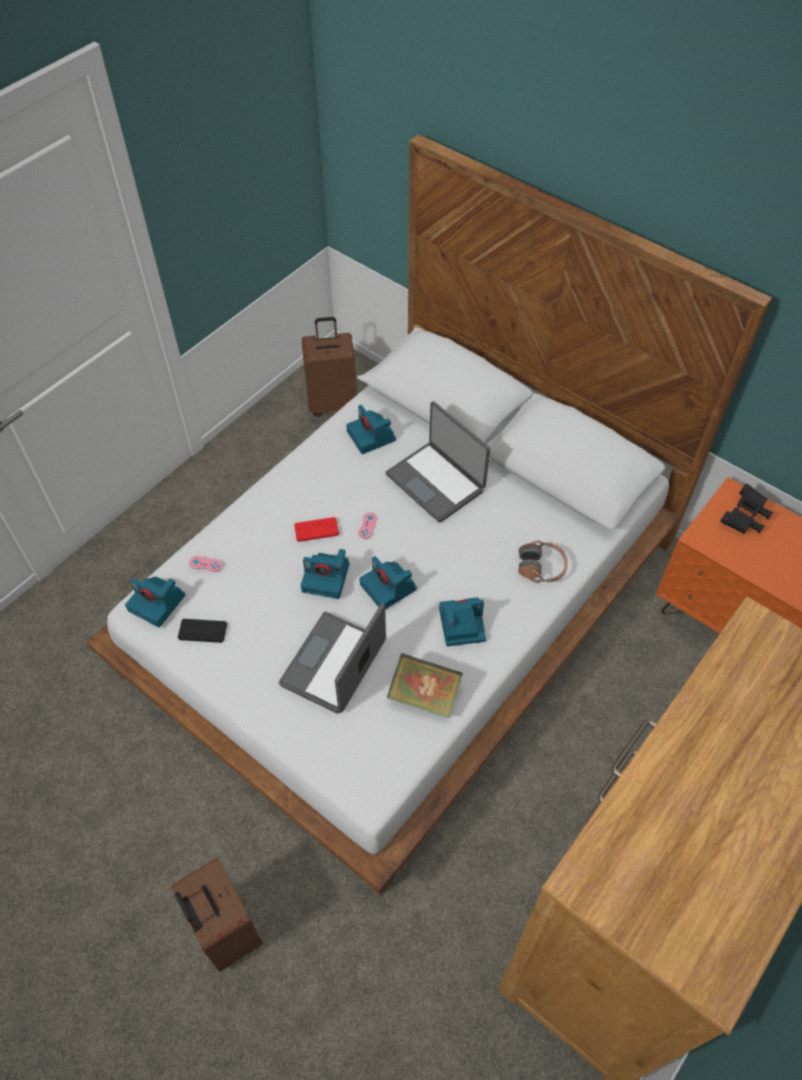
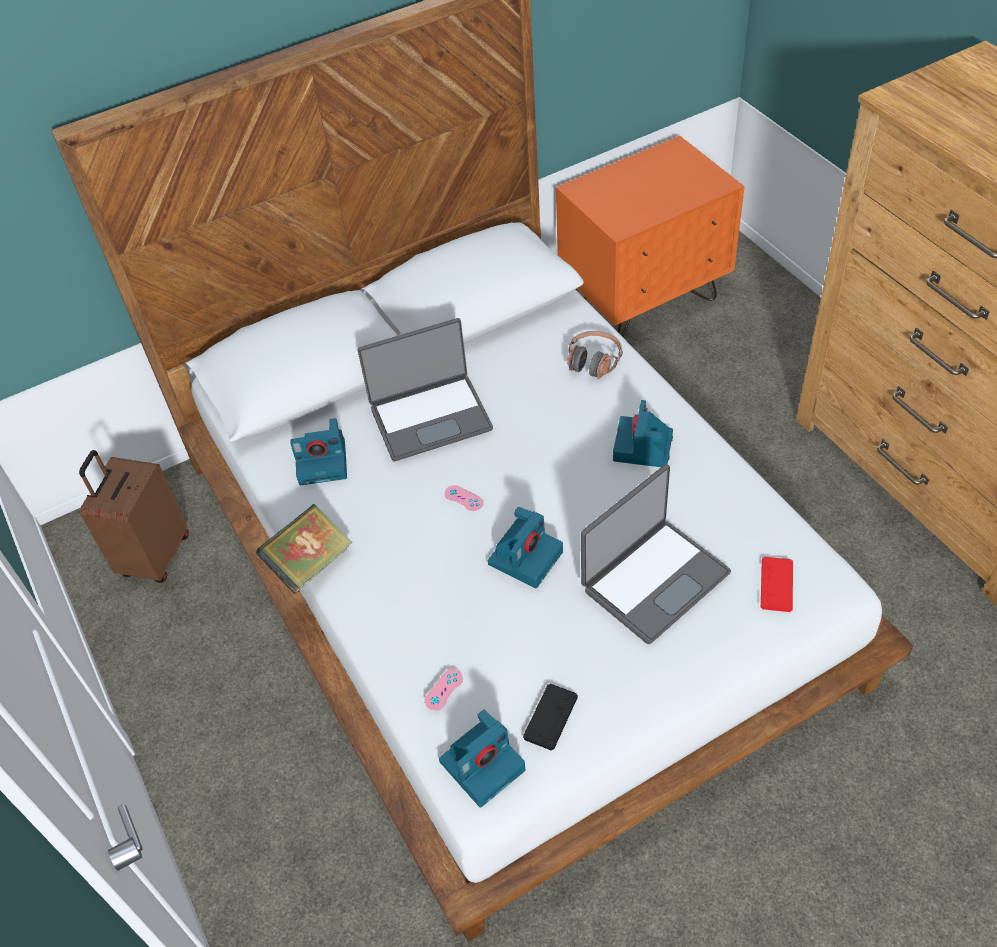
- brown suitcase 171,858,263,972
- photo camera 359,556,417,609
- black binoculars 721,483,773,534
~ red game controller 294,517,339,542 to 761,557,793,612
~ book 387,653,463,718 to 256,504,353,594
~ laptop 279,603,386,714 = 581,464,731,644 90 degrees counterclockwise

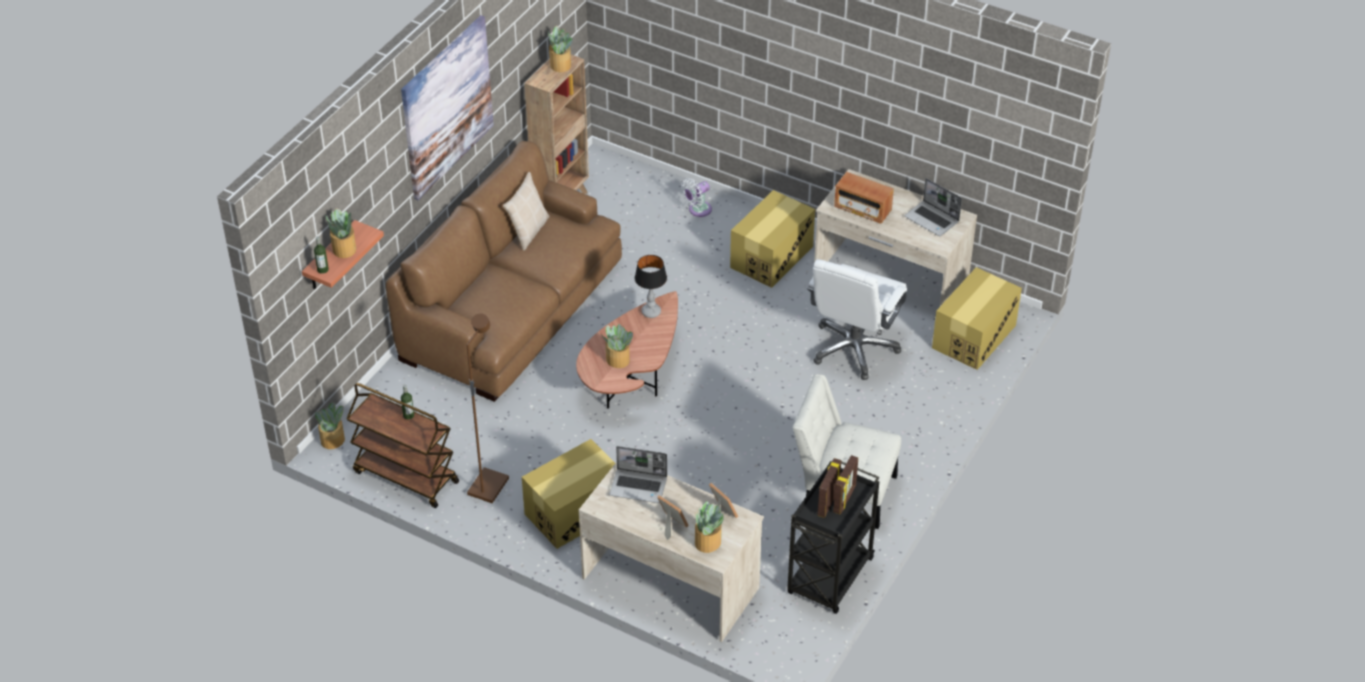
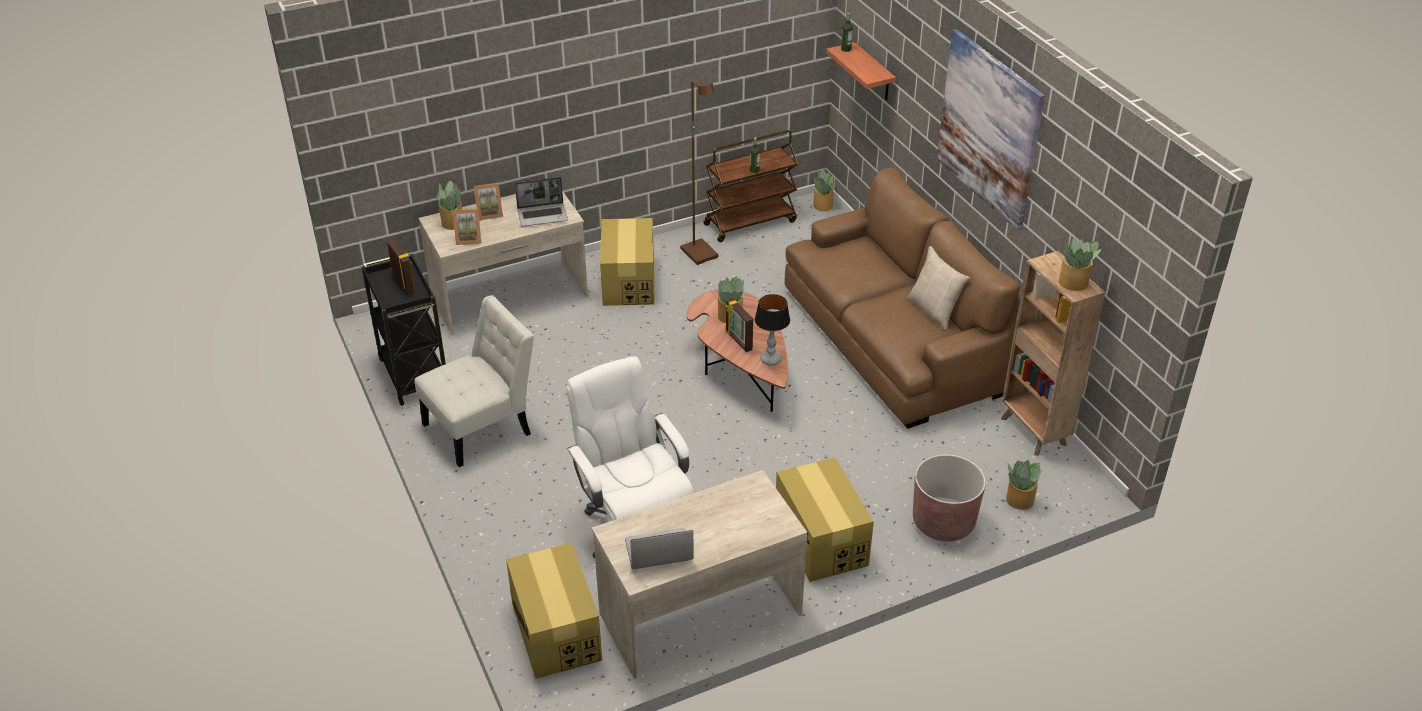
- radio 834,172,894,224
~ potted plant 325,208,356,258 to 1006,460,1042,510
~ picture frame 833,455,858,514 to 725,298,753,352
~ white fan 681,178,712,217 to brown planter 913,454,986,541
~ laptop 609,446,667,503 = 515,177,568,227 150 degrees counterclockwise

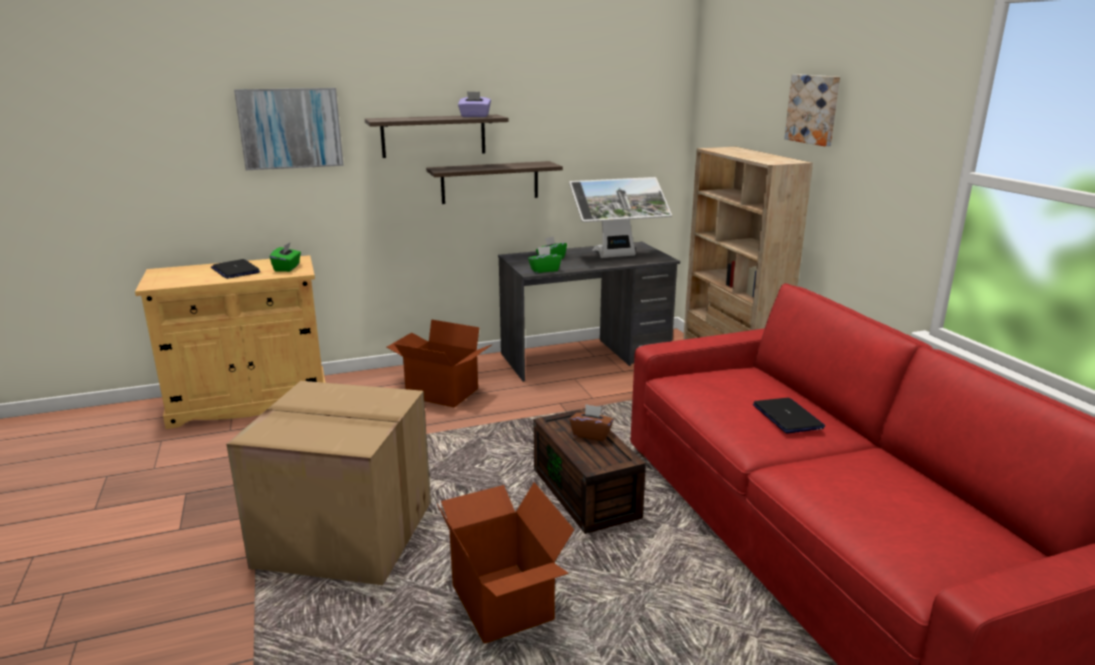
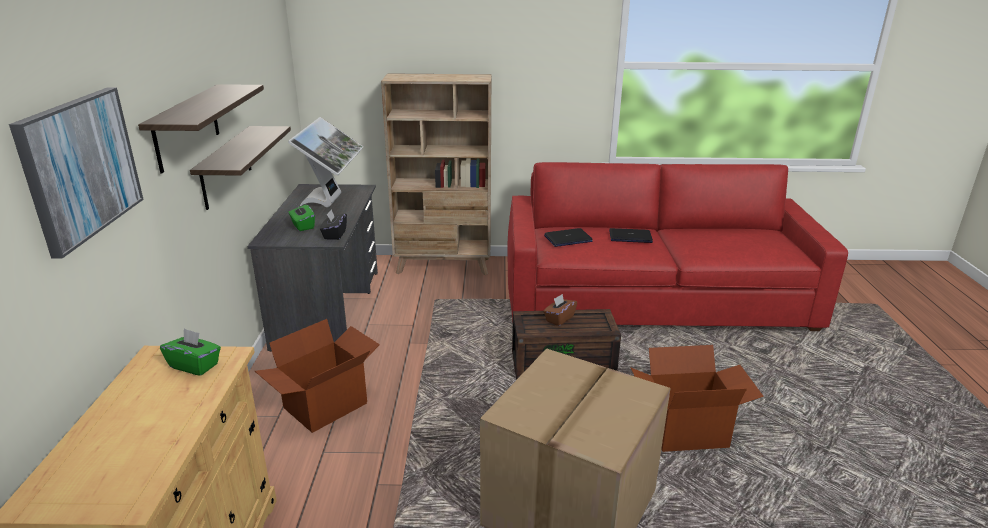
- purple tissue box 458,91,491,117
- picture 784,74,840,146
~ laptop 211,259,260,279 to 544,228,593,247
~ green tissue box 528,246,562,273 to black tissue box 320,209,347,240

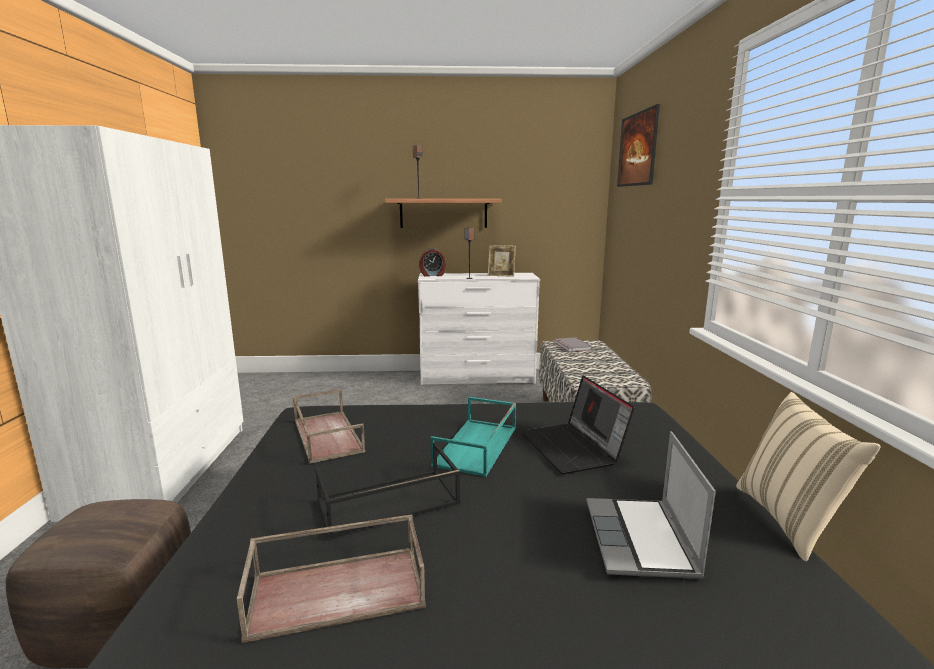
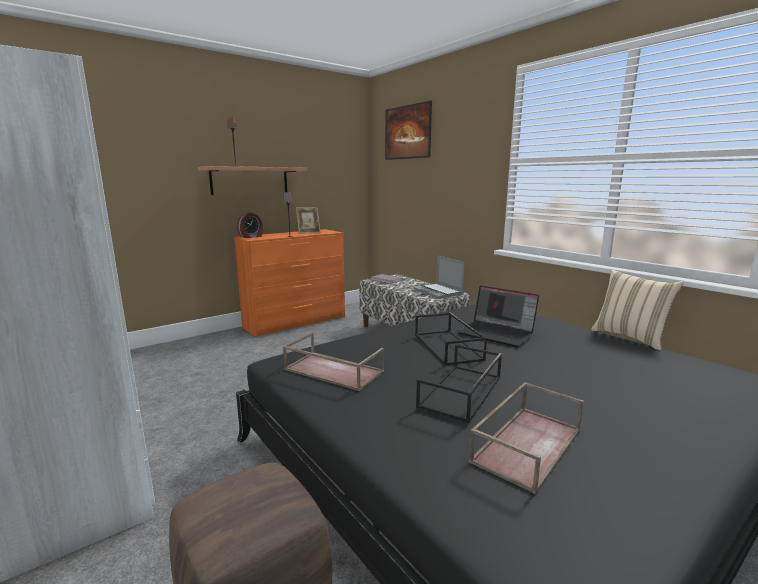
~ laptop 587,431,716,579 to 414,256,465,299
~ white dresser 418,273,540,386 to orange dresser 234,229,345,338
~ turquoise tray 431,397,516,477 to black tray 415,312,487,366

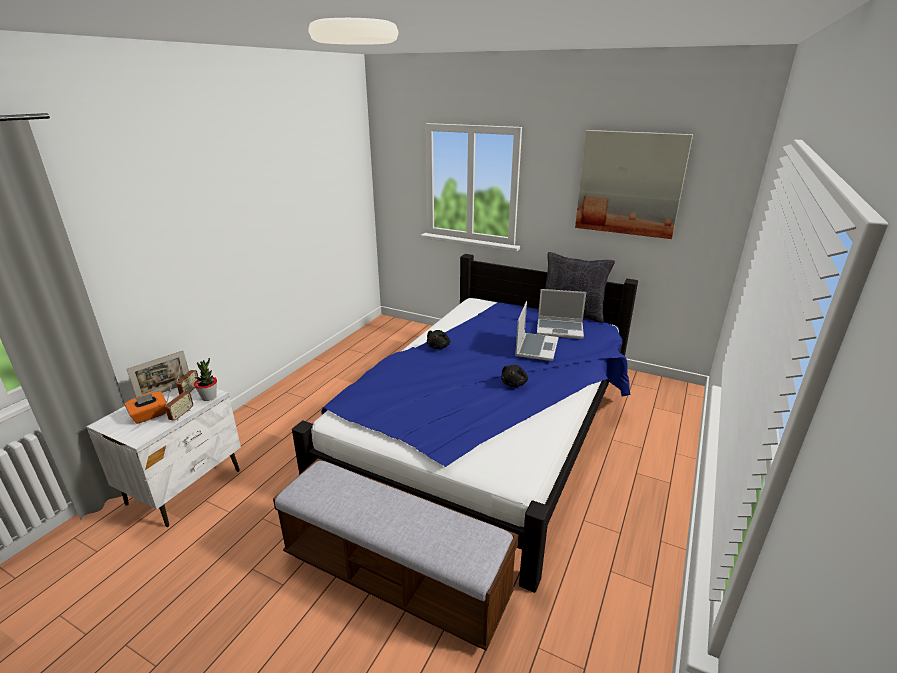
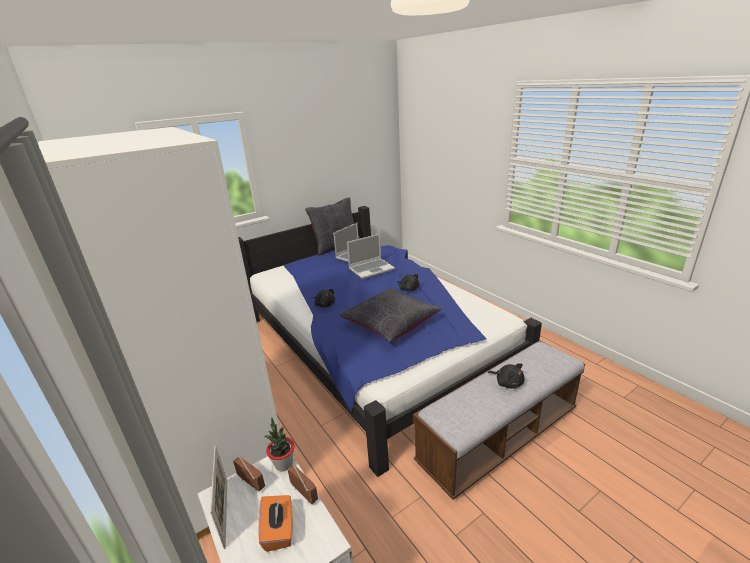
- picture 575,130,693,239
+ white wardrobe 38,127,280,540
+ black pillow 340,288,441,342
+ black plush toy 488,363,525,389
~ laptop 515,301,559,361 = 347,234,395,279 105 degrees clockwise

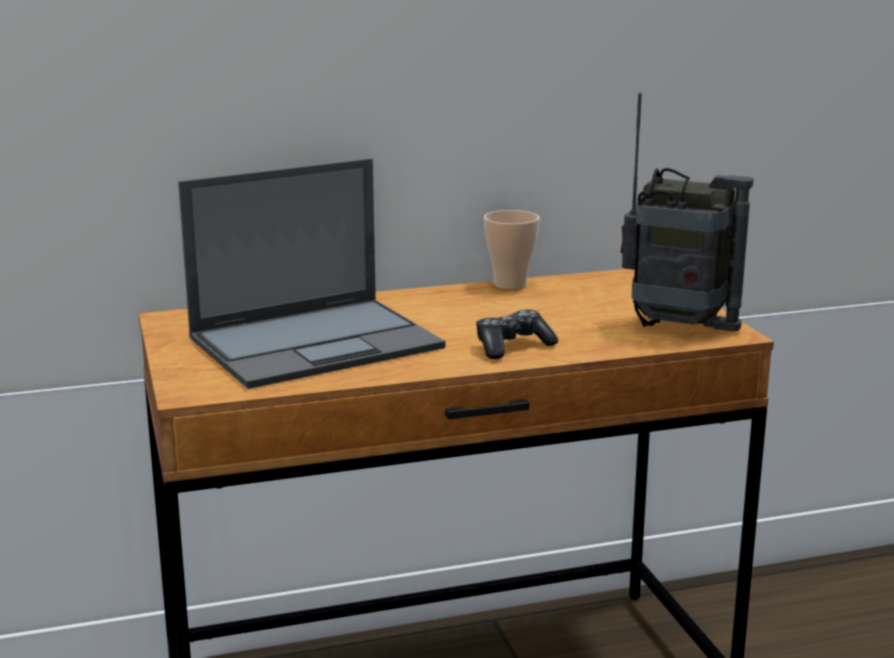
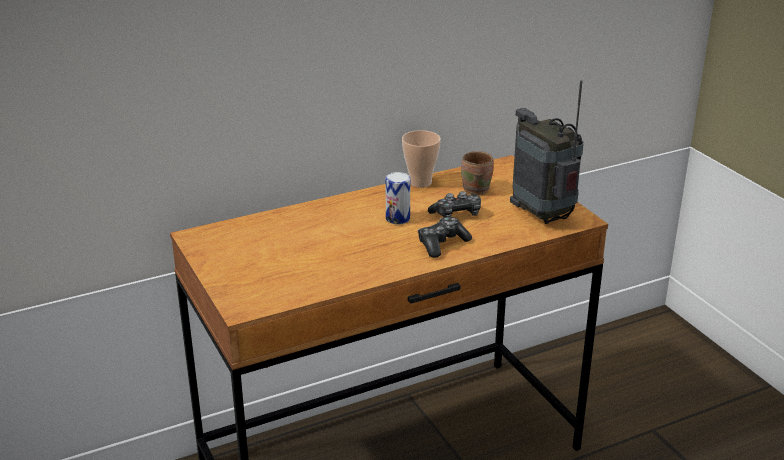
- laptop 178,158,446,389
+ can 386,172,410,224
+ game controller 428,191,481,218
+ brown mug 461,151,494,195
~ radio 621,93,753,332 = 510,80,584,224 135 degrees counterclockwise

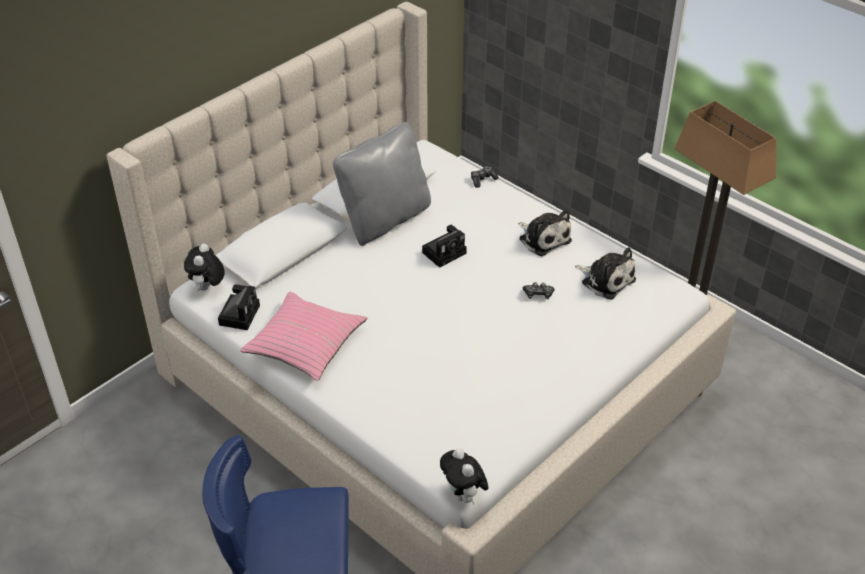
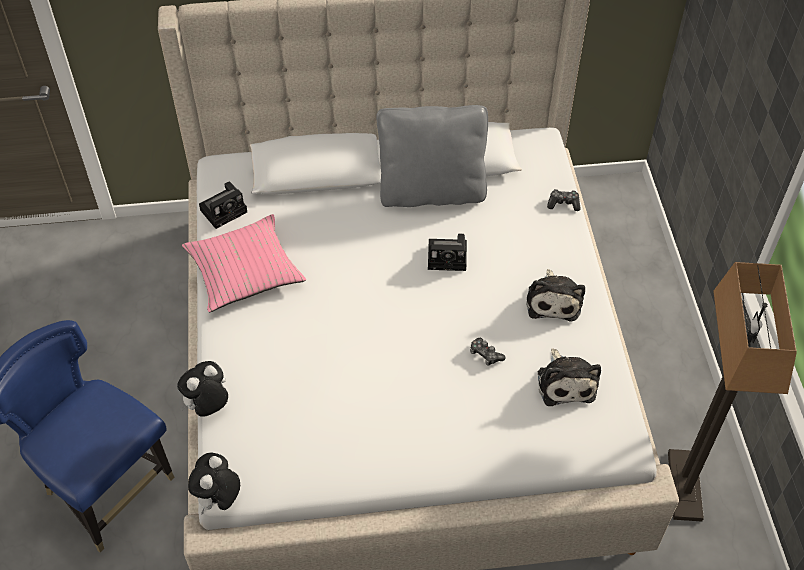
~ plush toy 184,243,225,291 to 177,361,228,417

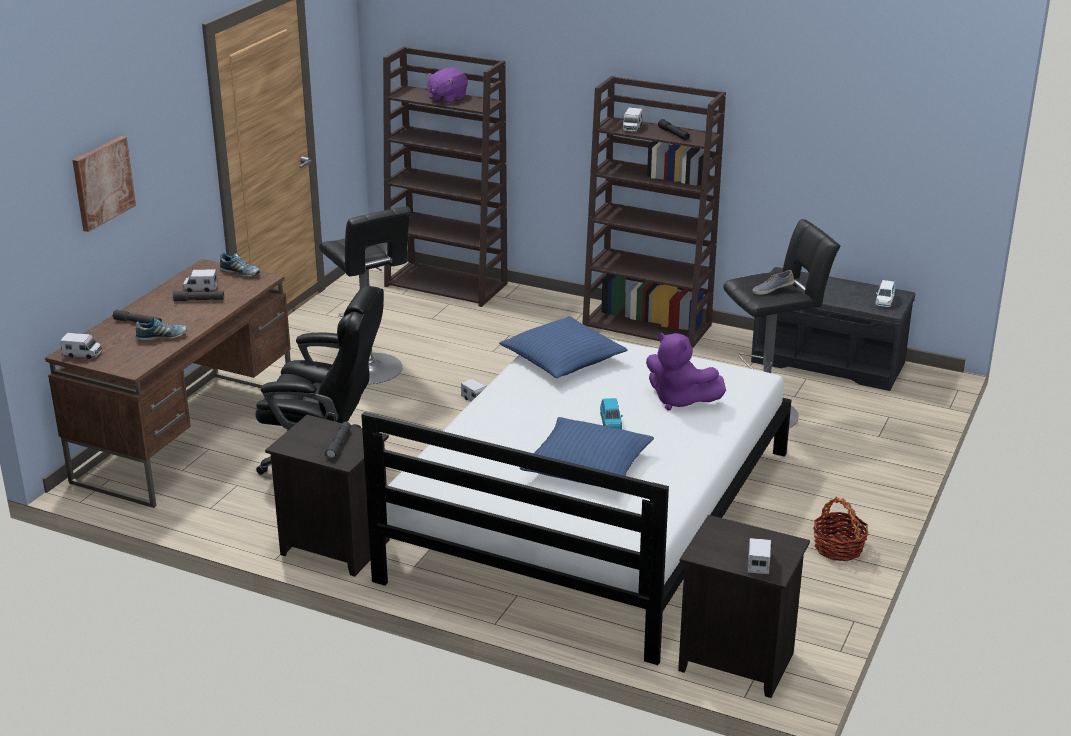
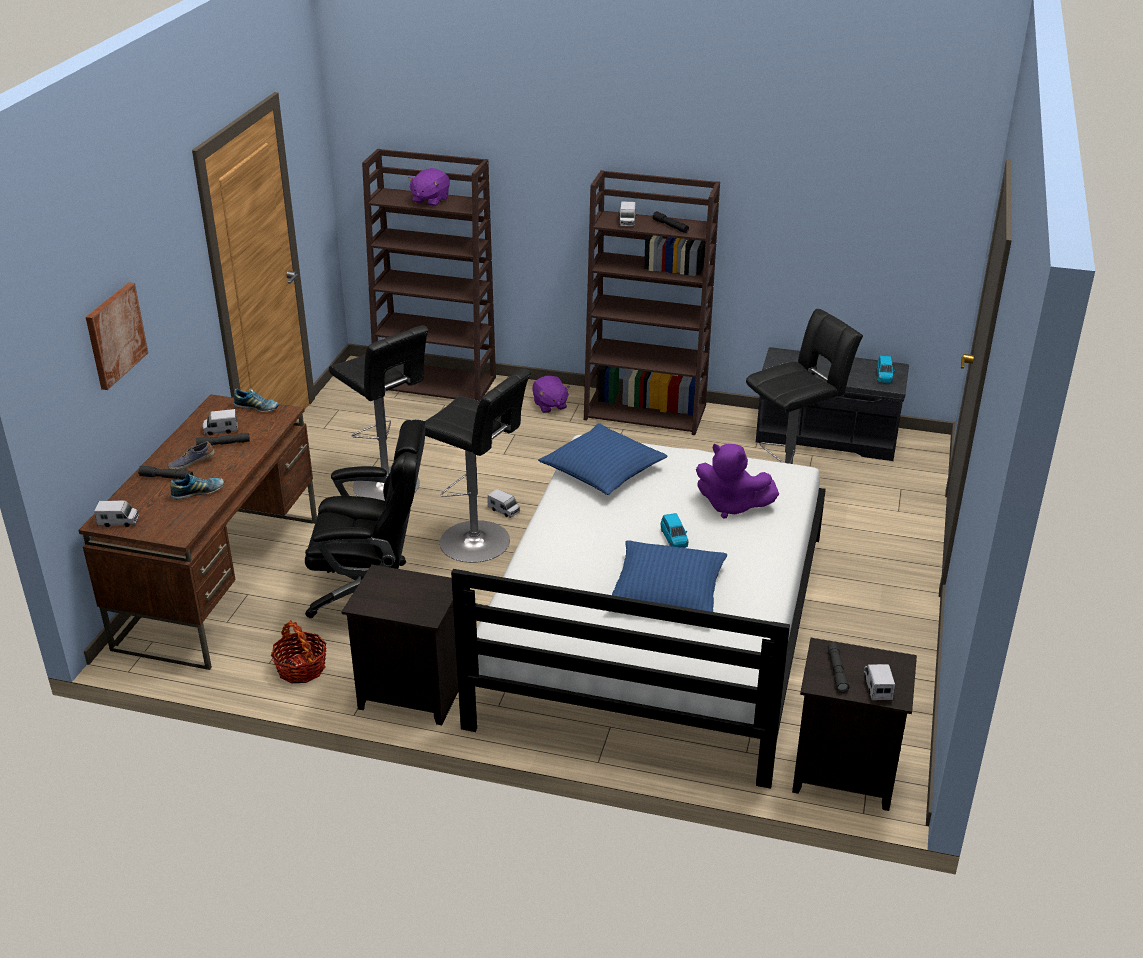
+ black stool 425,368,531,563
+ purple plush toy 532,376,570,413
~ grey flashlight 325,422,351,459 to 828,642,849,693
~ shoe 752,270,794,295 to 168,441,214,471
~ basket 813,497,869,561 to 271,620,326,684
~ white toy car 875,280,895,307 to blue toy car 877,356,895,383

